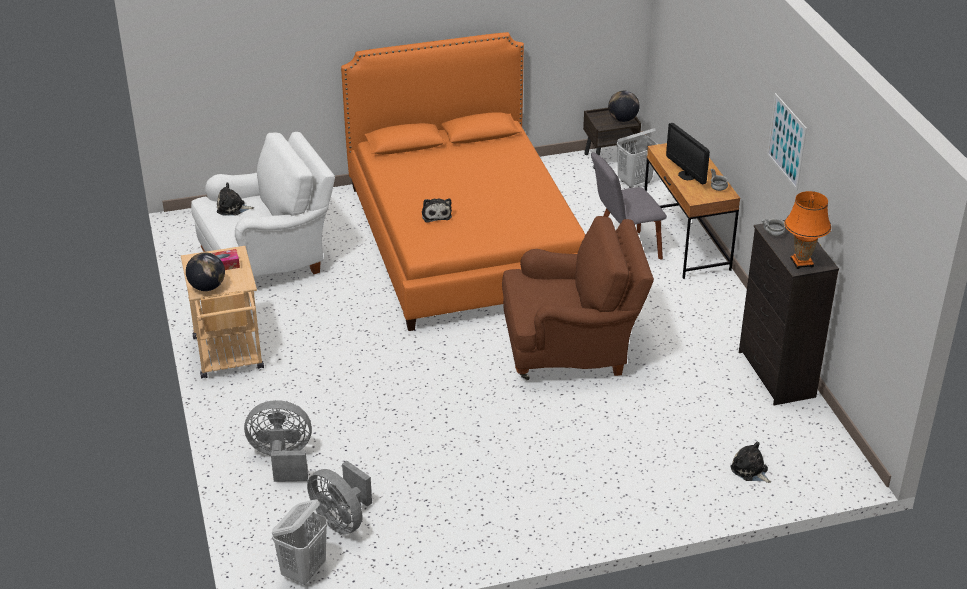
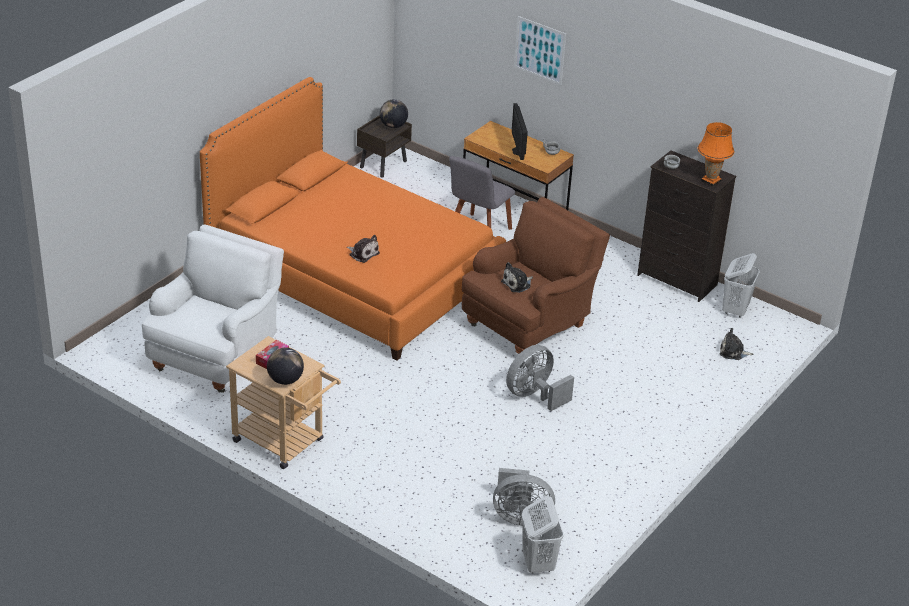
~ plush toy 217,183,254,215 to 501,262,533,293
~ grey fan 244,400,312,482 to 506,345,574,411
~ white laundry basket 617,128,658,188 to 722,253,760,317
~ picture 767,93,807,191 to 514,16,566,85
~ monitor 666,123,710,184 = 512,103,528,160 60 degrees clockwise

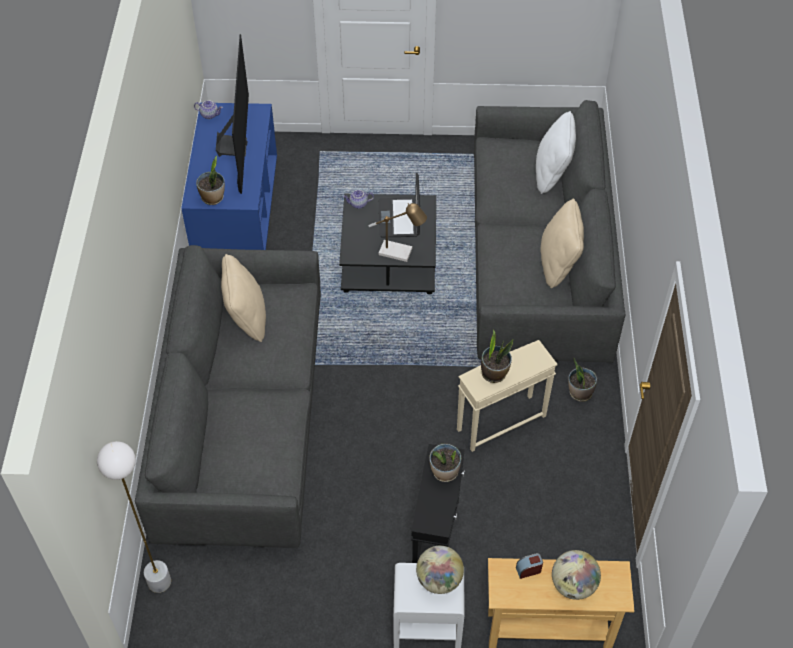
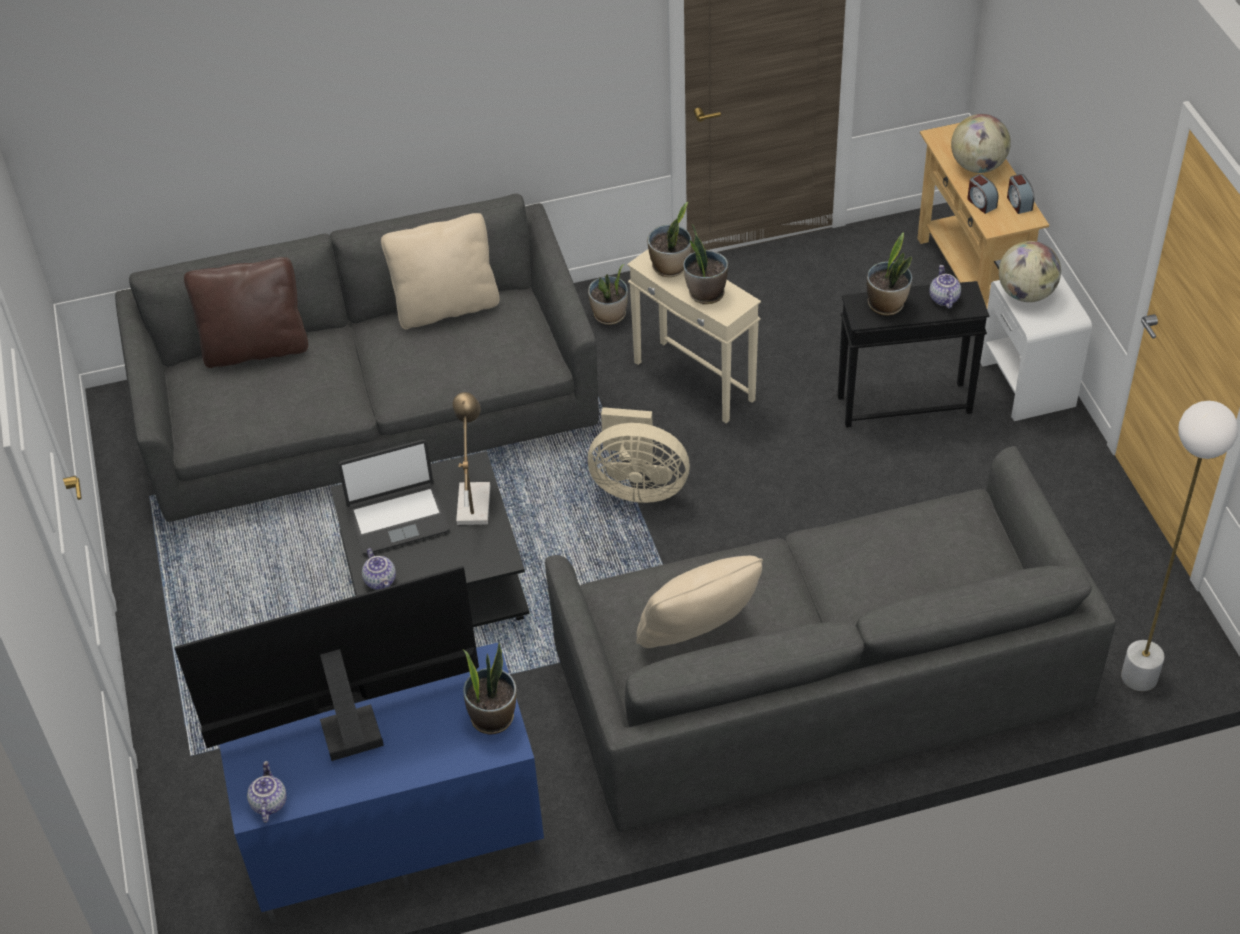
+ beige fan 588,407,690,503
+ potted plant 647,202,691,277
+ teapot 929,265,961,309
+ alarm clock 1007,174,1034,214
~ white pillow 536,111,576,194 to brown pillow 184,257,308,368

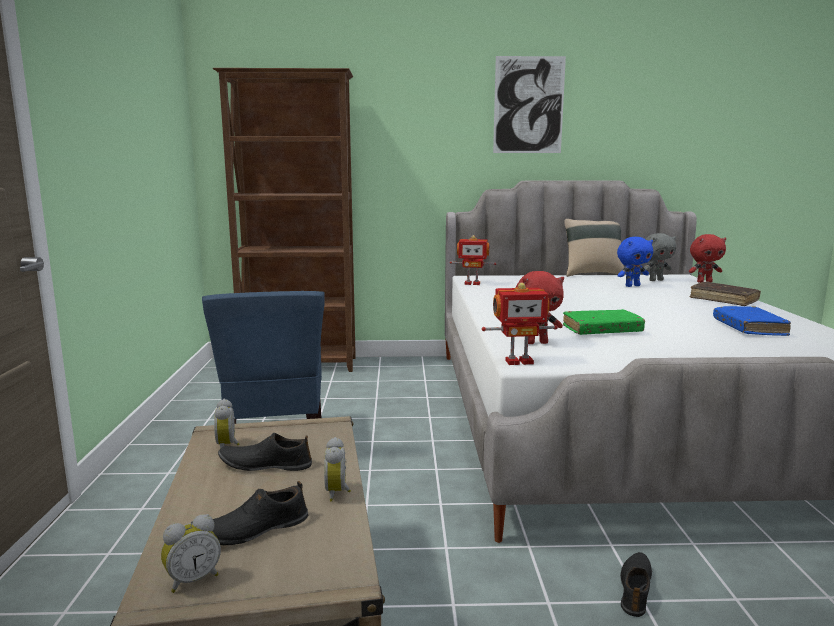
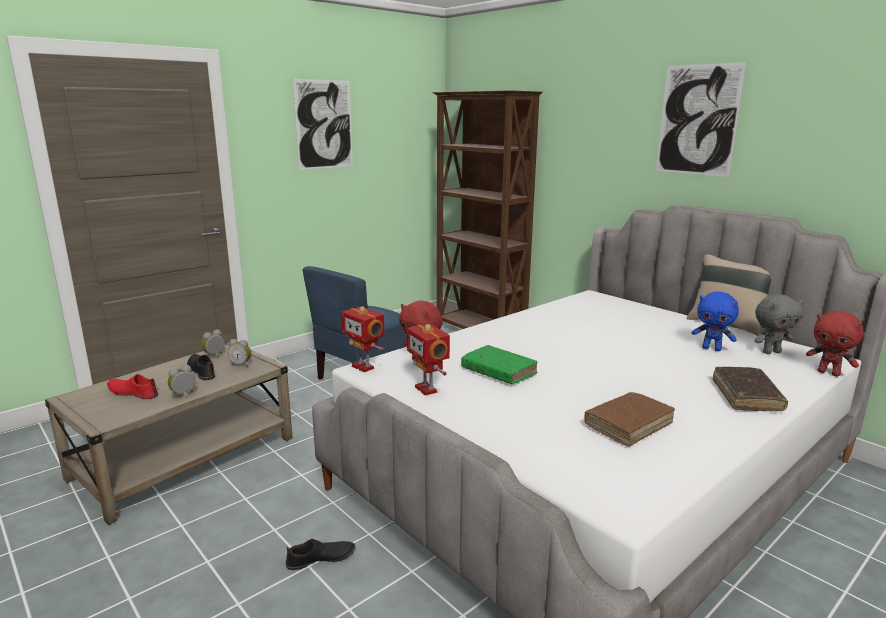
+ picture 293,79,353,170
~ alarm clock 161,514,221,593 to 228,339,251,367
~ toy robot 450,235,496,285 to 407,324,450,396
~ black shoe 213,481,309,545 to red shoe 107,374,158,399
~ blue book 713,306,791,336 to brown book 584,392,675,447
~ grey plush toy 644,233,676,281 = 754,294,803,354 45 degrees counterclockwise

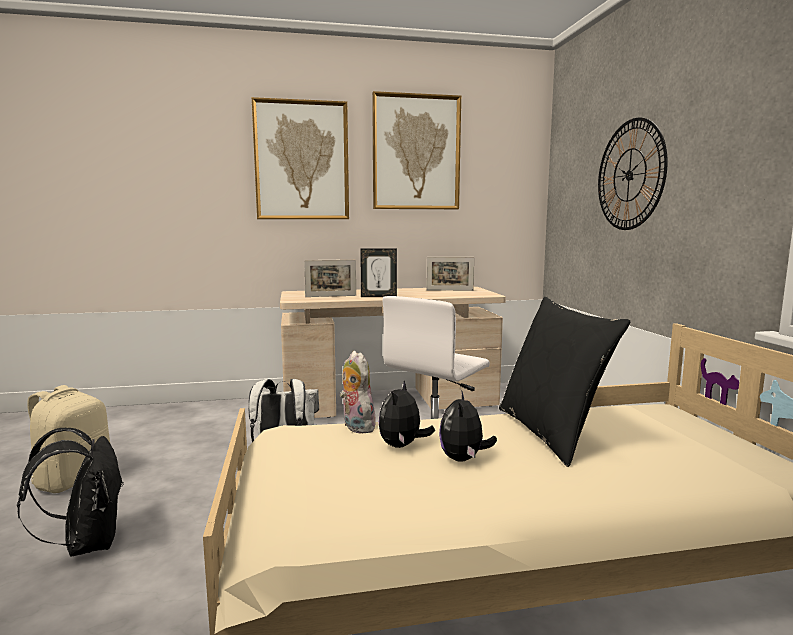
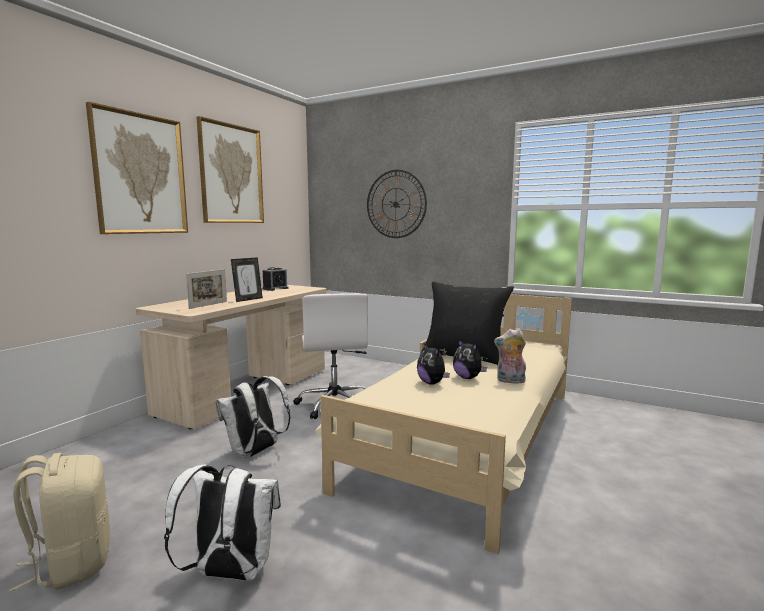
~ plush toy 340,351,378,434 to 494,329,526,385
~ picture frame 427,257,474,291 to alarm clock 262,267,288,291
~ black backpack 17,428,124,557 to white backpack 164,464,281,581

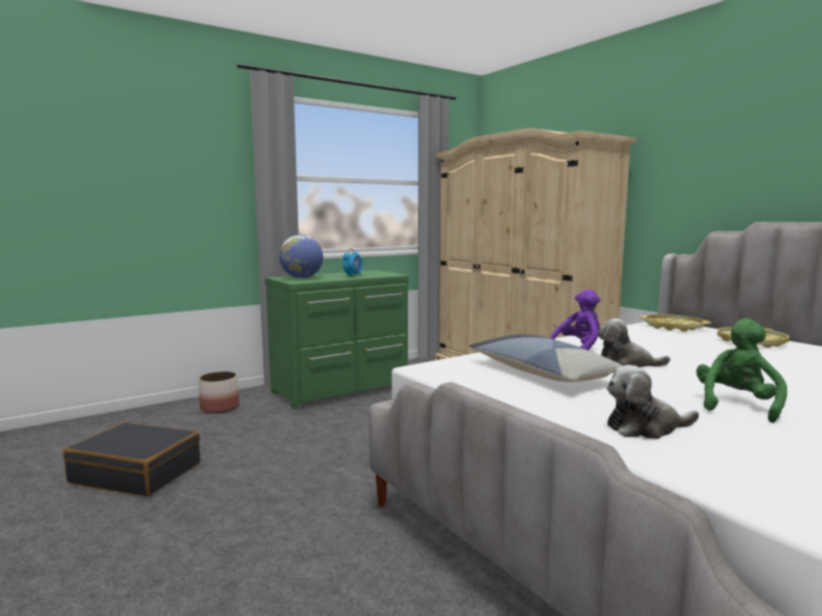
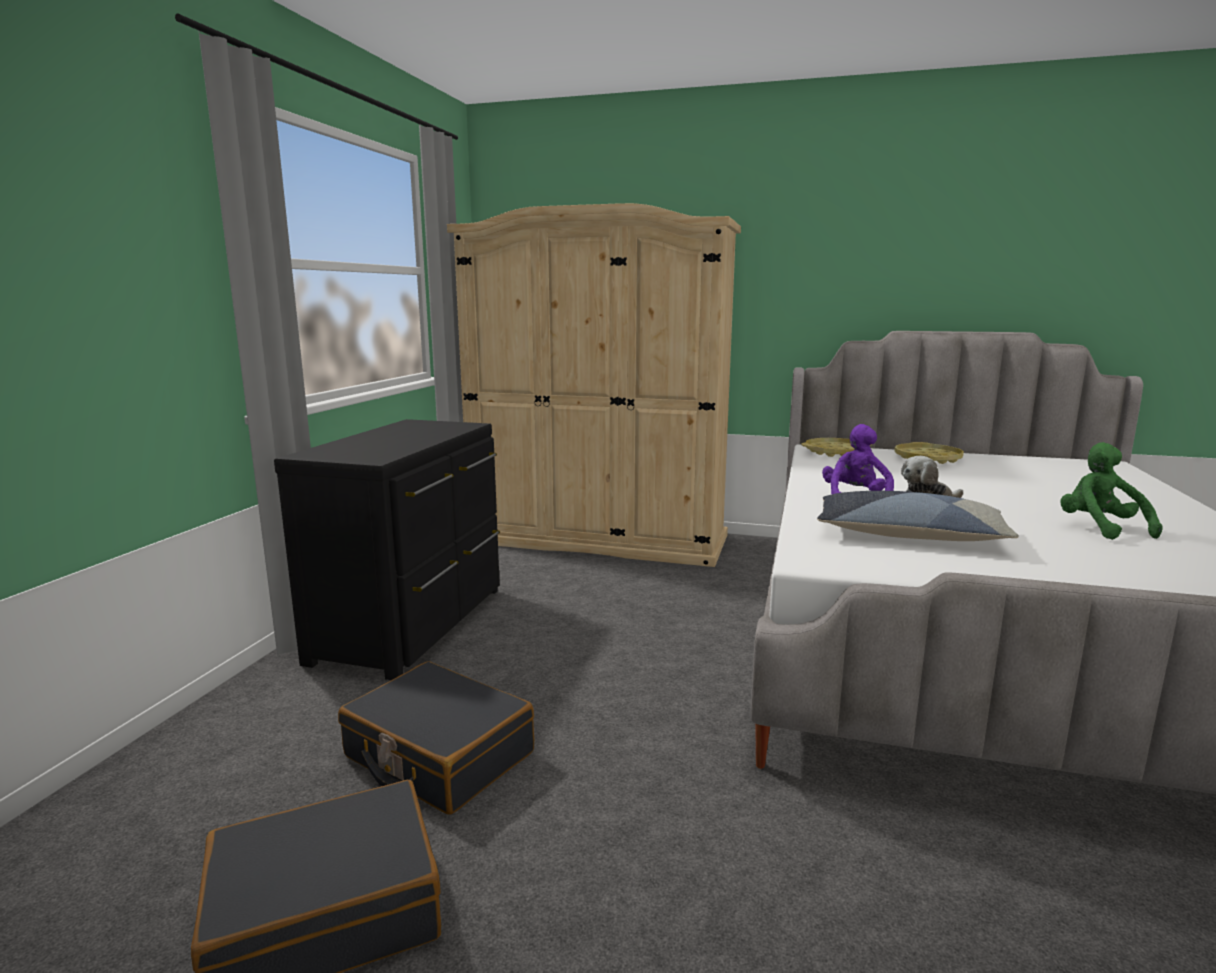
- planter 198,371,239,413
- globe 279,235,323,279
- alarm clock 343,248,363,277
- plush toy 607,365,699,439
+ black suitcase 338,661,534,815
~ green dresser 265,270,409,410 to black dresser 274,419,500,680

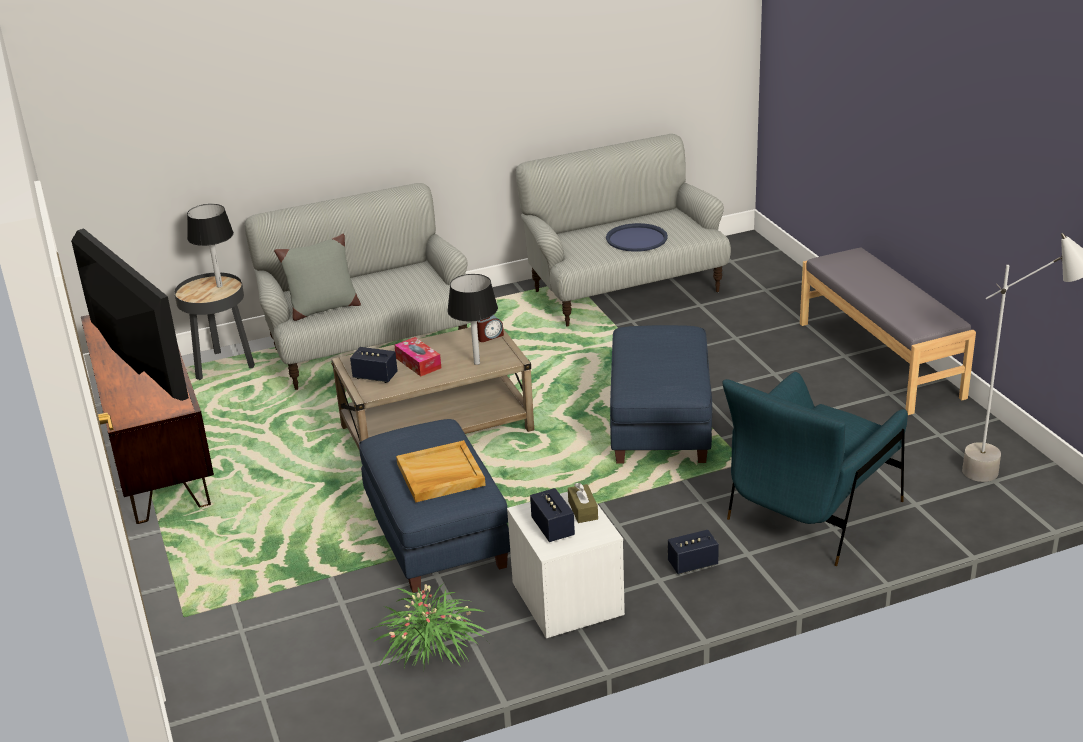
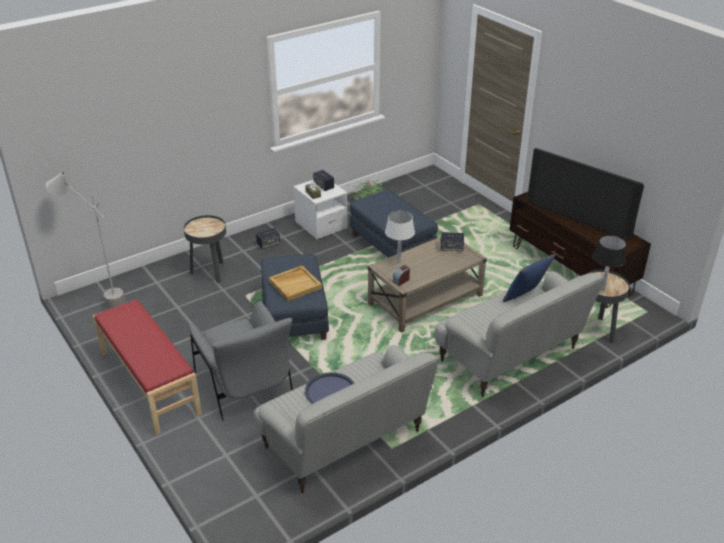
- tissue box 395,337,441,376
+ grey armchair 189,301,293,421
~ beige tray 396,440,486,503 to 269,265,322,301
~ blue armchair 722,372,908,566 to black side table 184,215,226,283
~ grey pillow 274,234,361,321 to blue pillow 503,254,556,302
~ black table lamp 447,274,498,365 to white table lamp 385,211,415,263
~ grey bench 800,248,976,415 to red bench 93,299,202,435

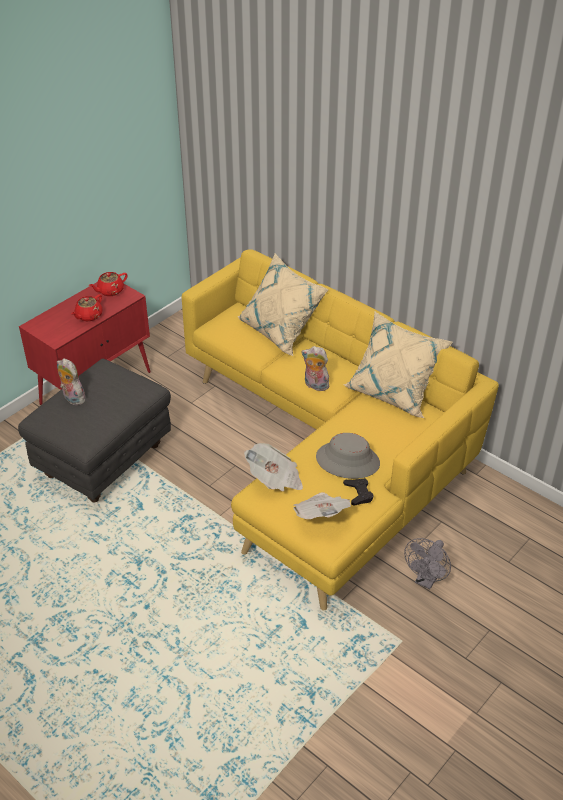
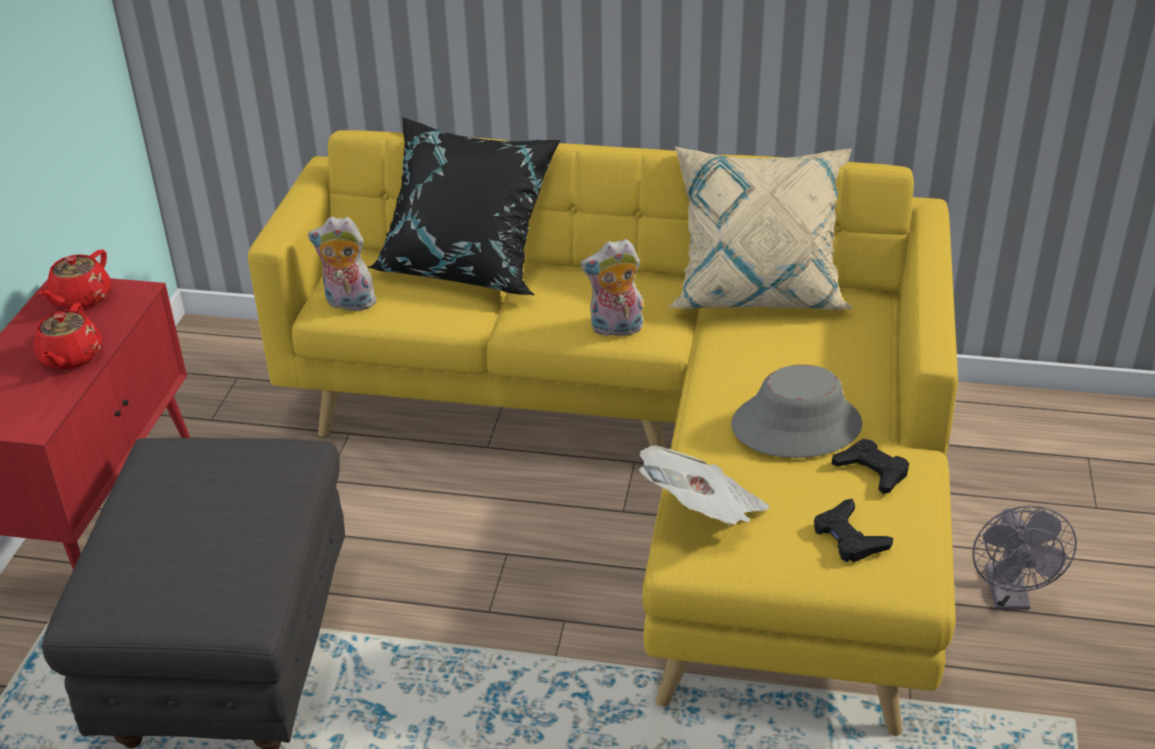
~ plush toy 57,358,85,405 to 308,217,376,314
~ newspaper 293,492,351,519 to black game controller 814,498,893,562
~ beige pillow 238,254,329,356 to black pillow 368,117,560,295

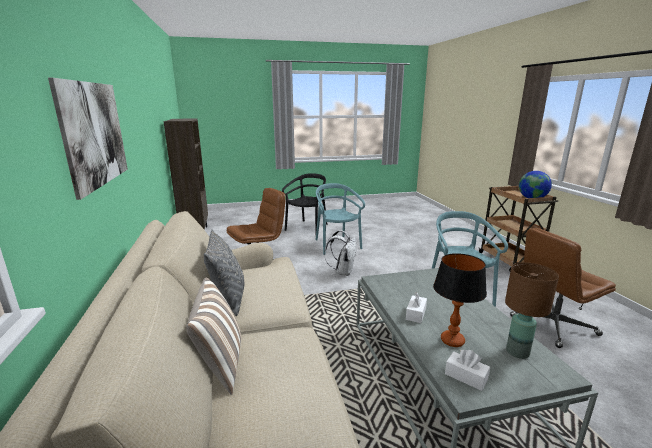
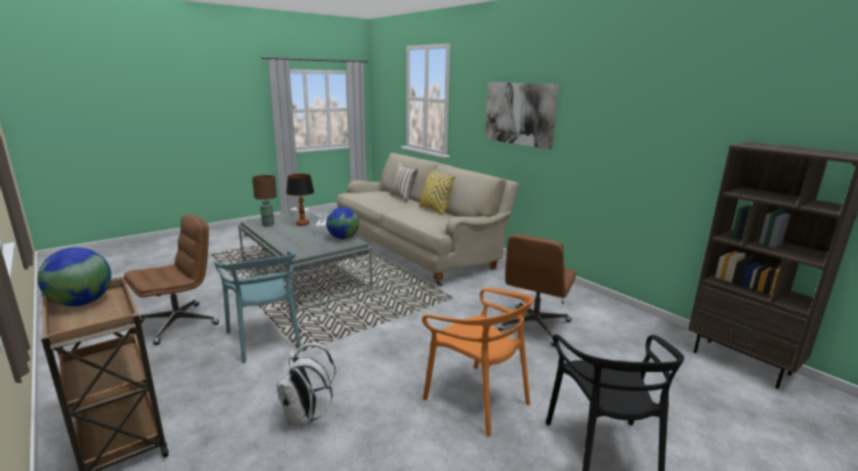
+ globe 326,207,359,239
~ white backpack 324,230,357,276 to 277,342,336,426
~ grey pillow 204,229,244,316 to yellow pillow 419,168,455,215
~ turquoise chair 316,183,365,255 to orange chair 422,288,533,436

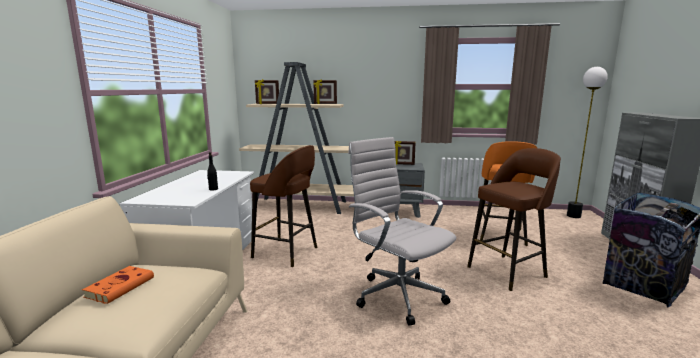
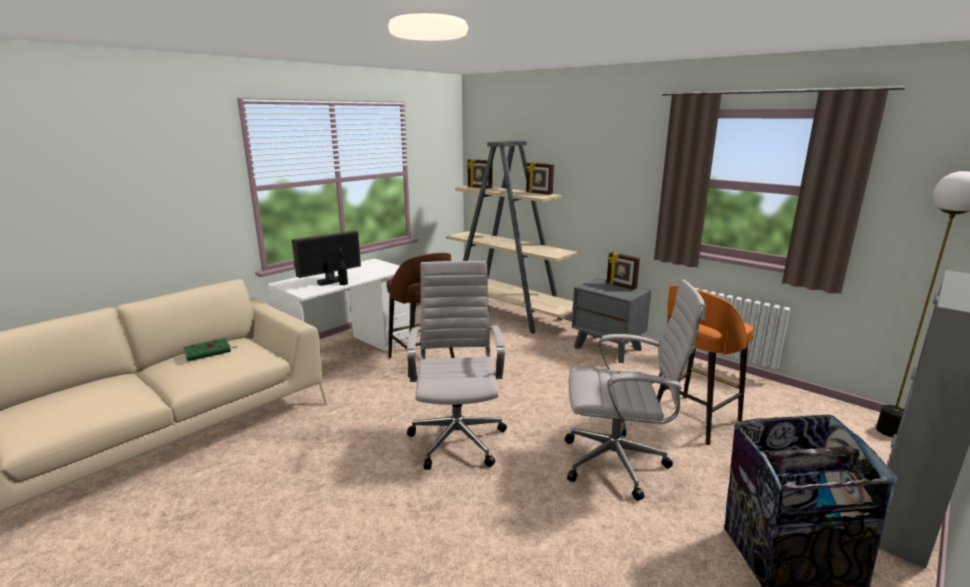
+ monitor 292,231,361,286
~ brown stool 467,148,561,291 to white office chair 565,279,706,500
~ orange book 82,266,154,304 to green book 184,338,237,361

